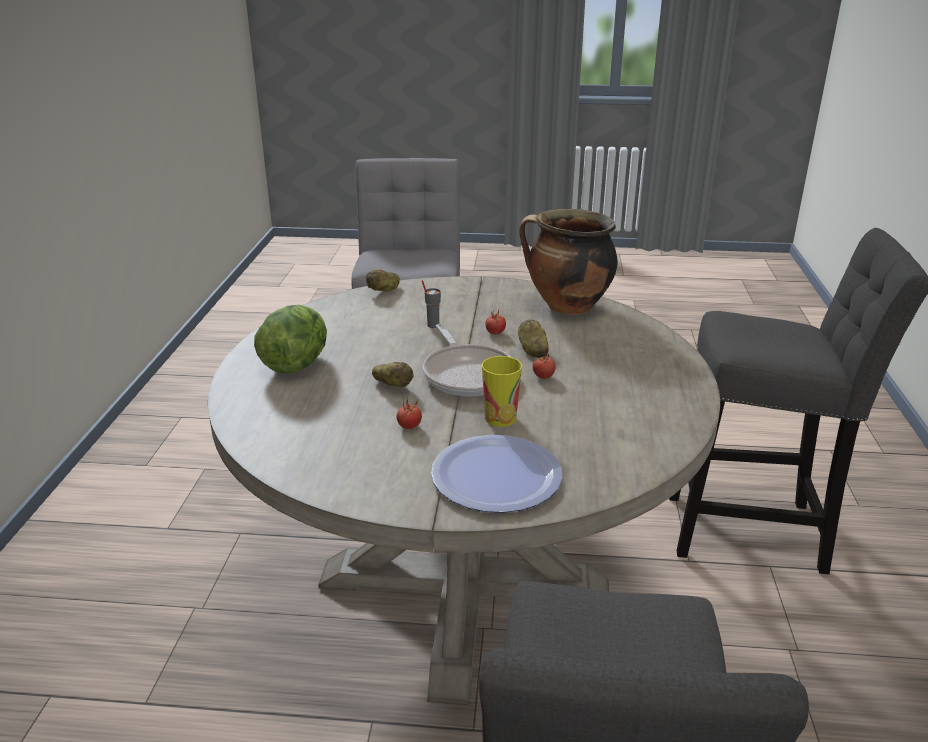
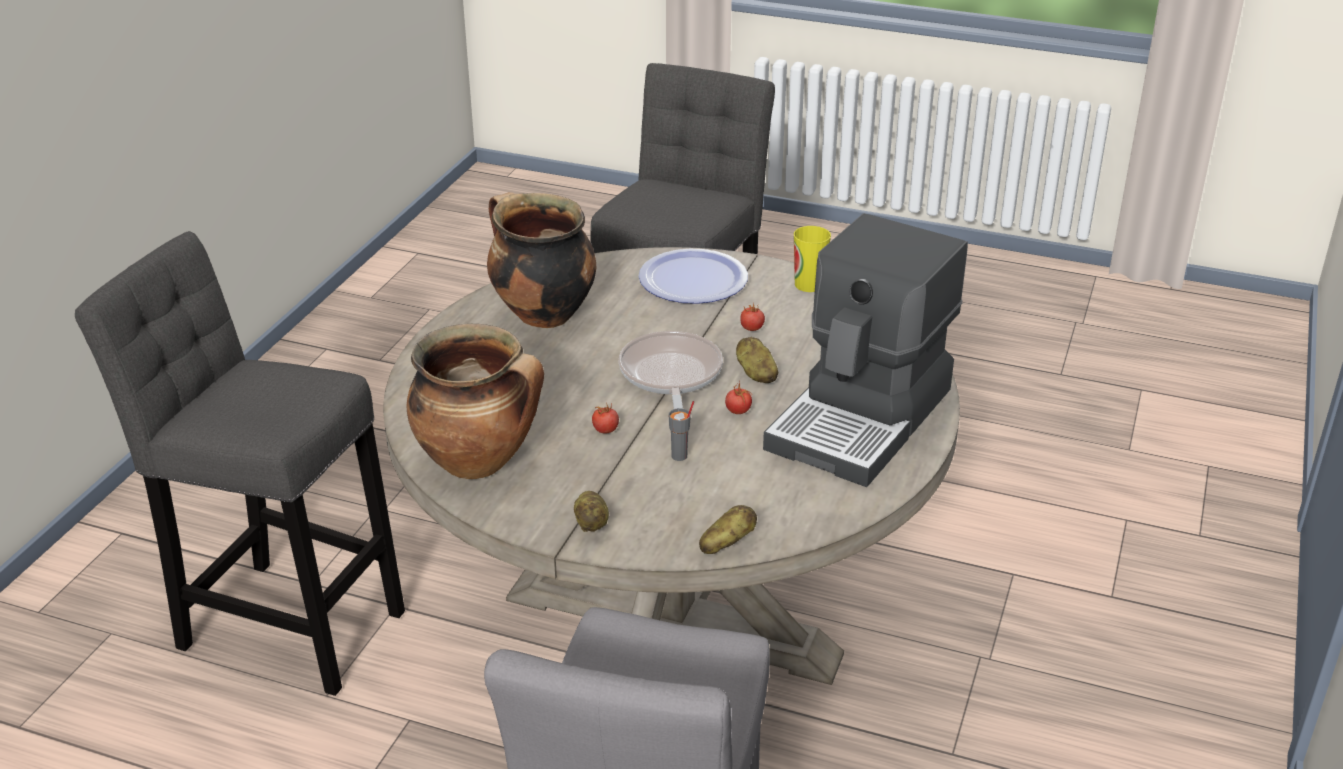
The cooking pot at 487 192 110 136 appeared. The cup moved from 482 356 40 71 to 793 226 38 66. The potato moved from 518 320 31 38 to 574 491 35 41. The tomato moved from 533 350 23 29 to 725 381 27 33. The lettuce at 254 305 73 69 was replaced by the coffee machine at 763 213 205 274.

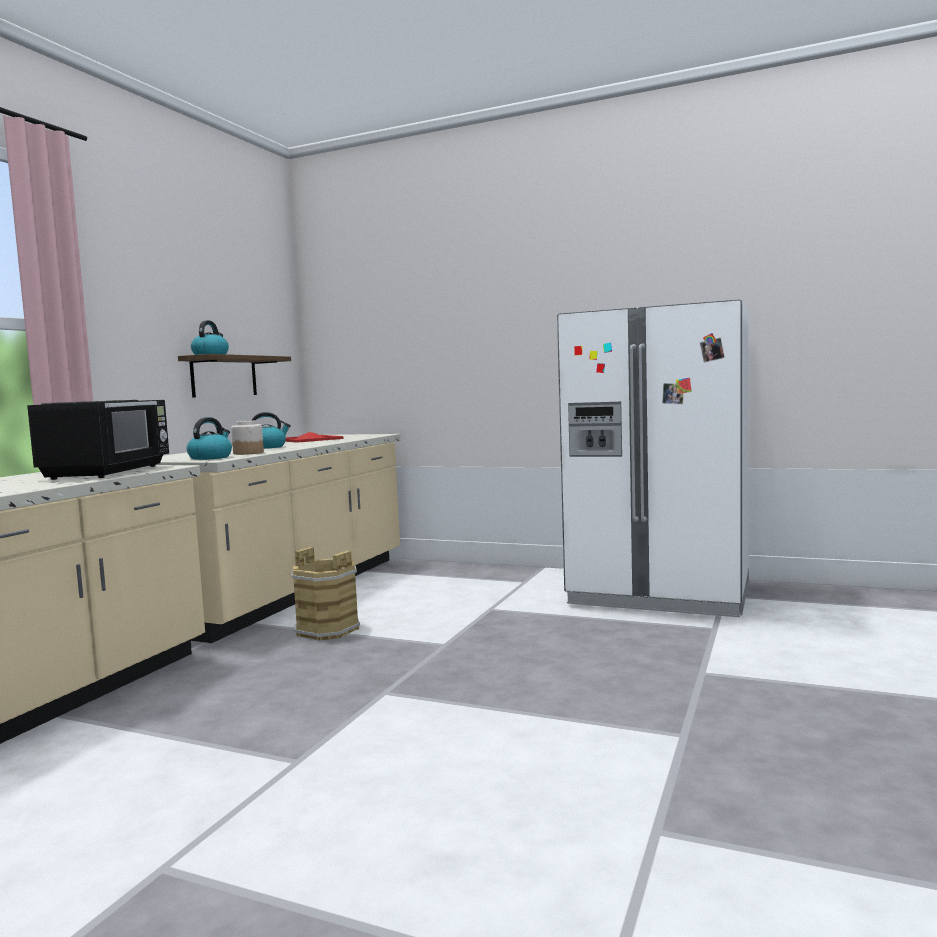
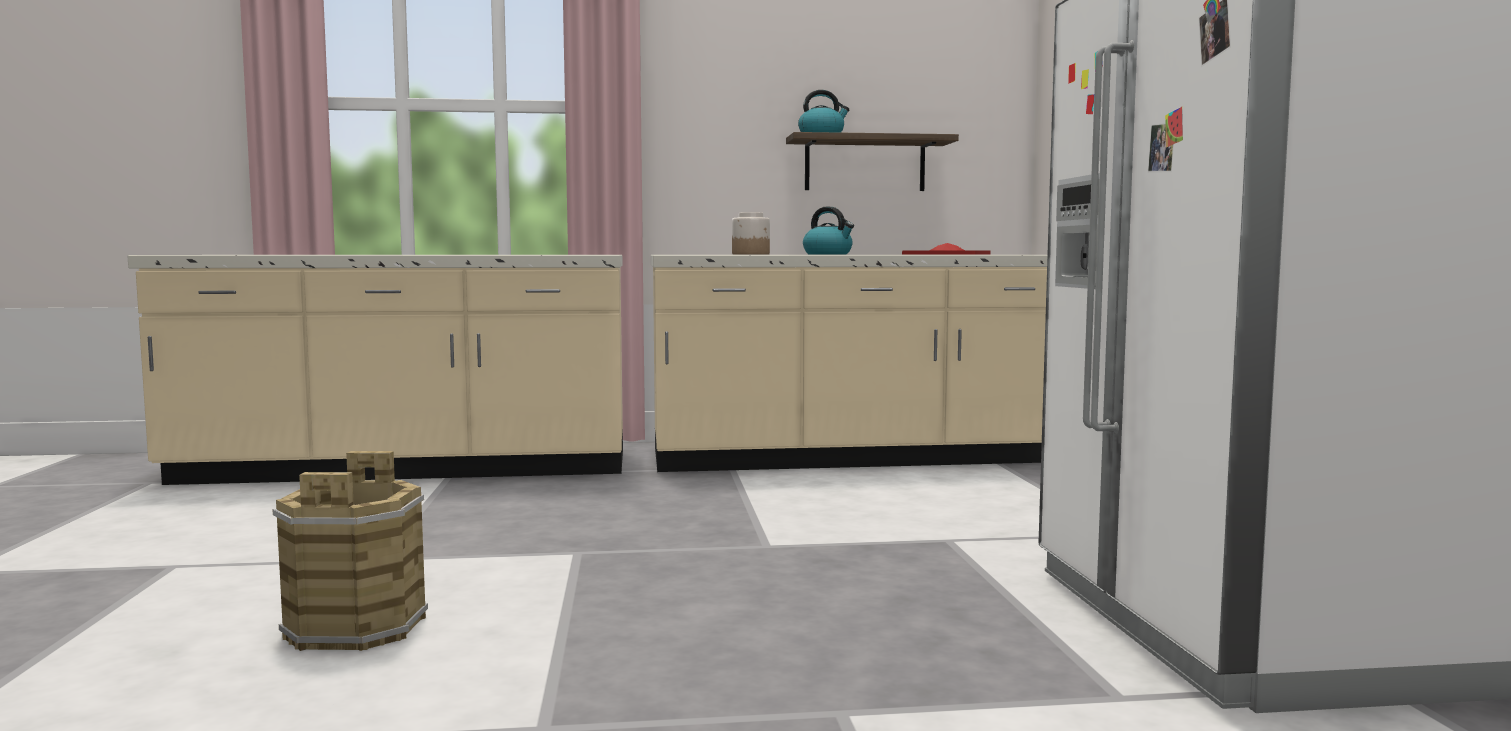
The black microwave at 27 399 142 81 disappeared. The kettle at 187 417 45 43 disappeared. The brown bucket moved from 291 547 69 94 to 272 451 156 200.

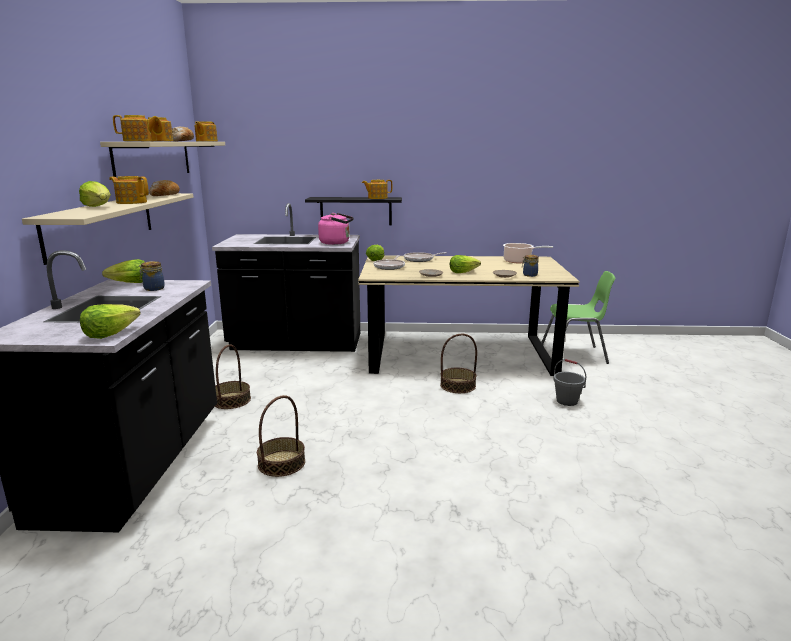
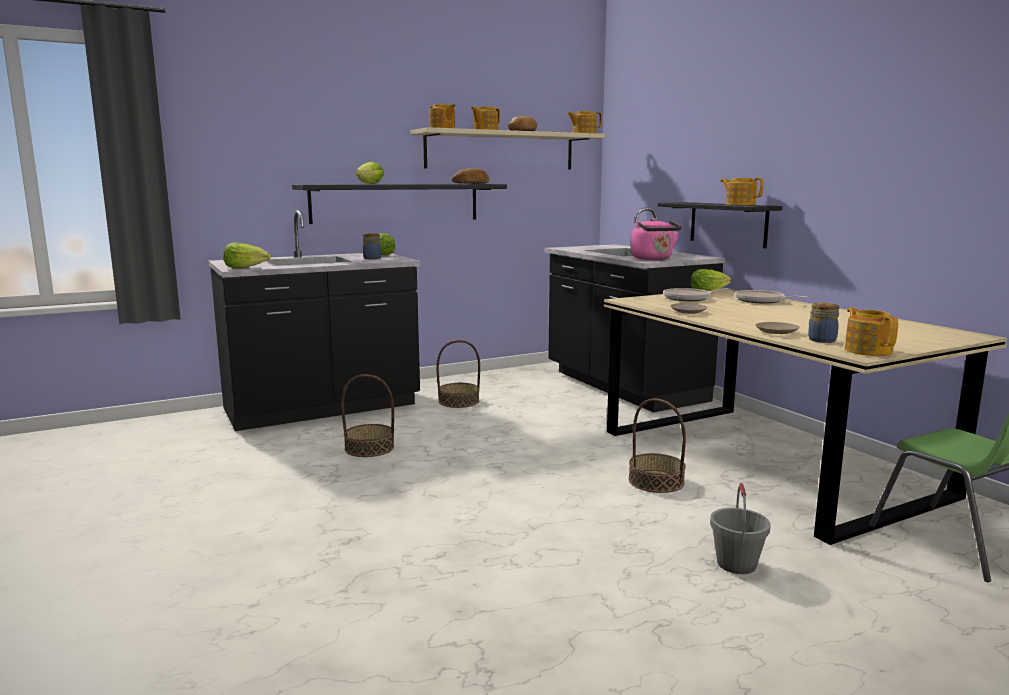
The lettuce at 450 255 31 18 disappeared. The cooking pot at 503 243 50 20 disappeared. The teapot moved from 109 176 40 28 to 845 308 53 48. The beige shelf at 22 193 171 72 became the black shelf at 292 184 215 40.

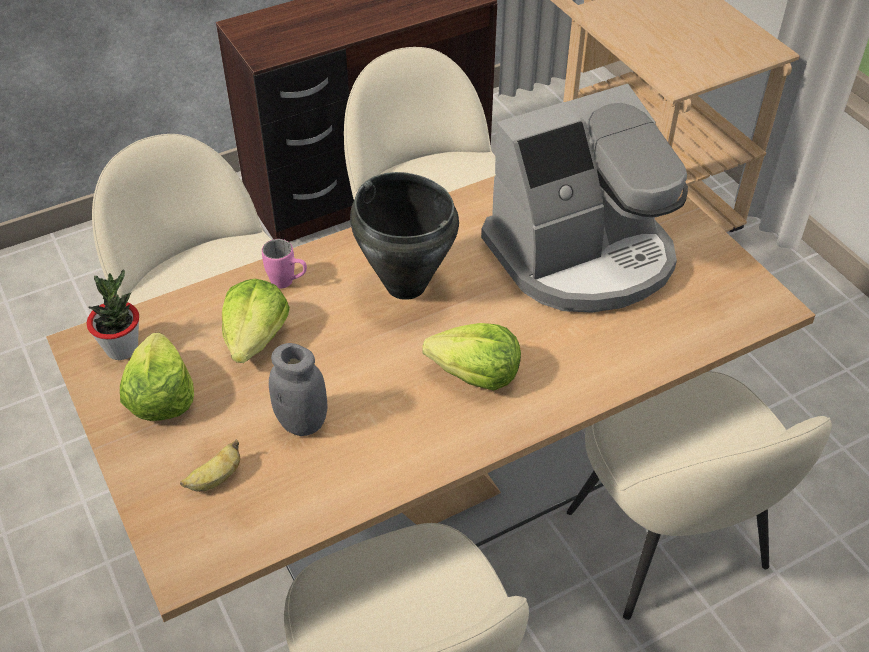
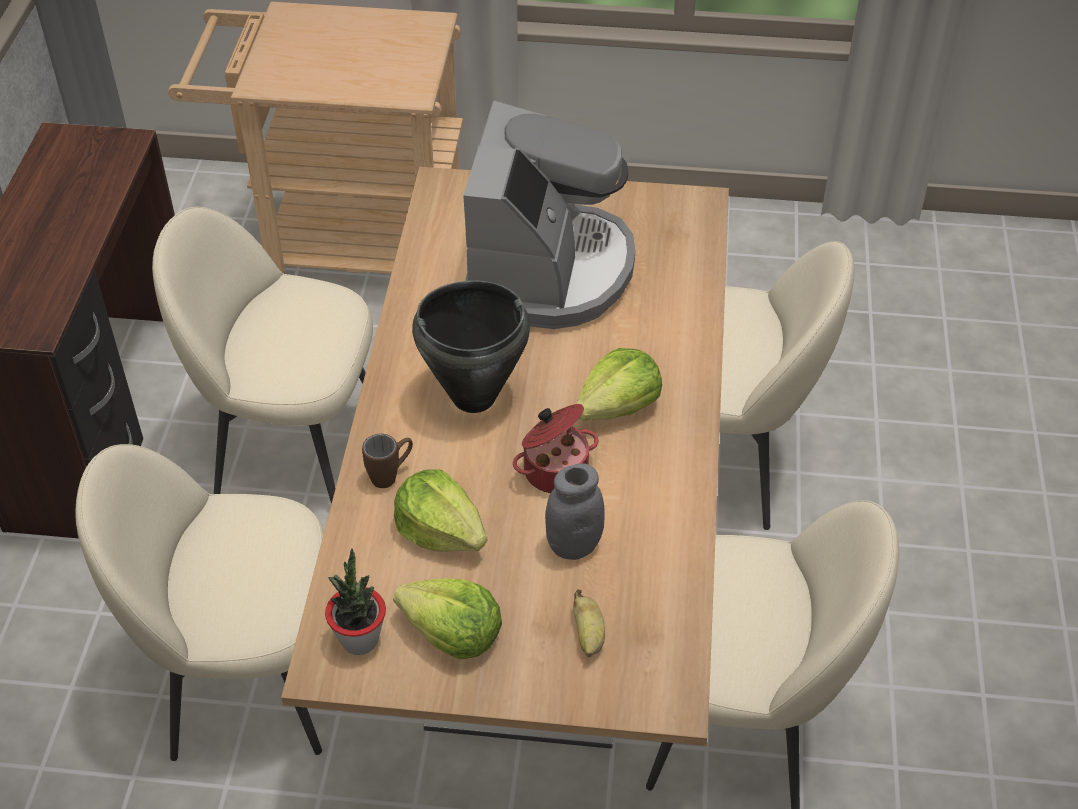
The cooking pot at 513 404 85 89 appeared. The pink mug at 262 239 45 49 became the brown mug at 362 434 51 54.

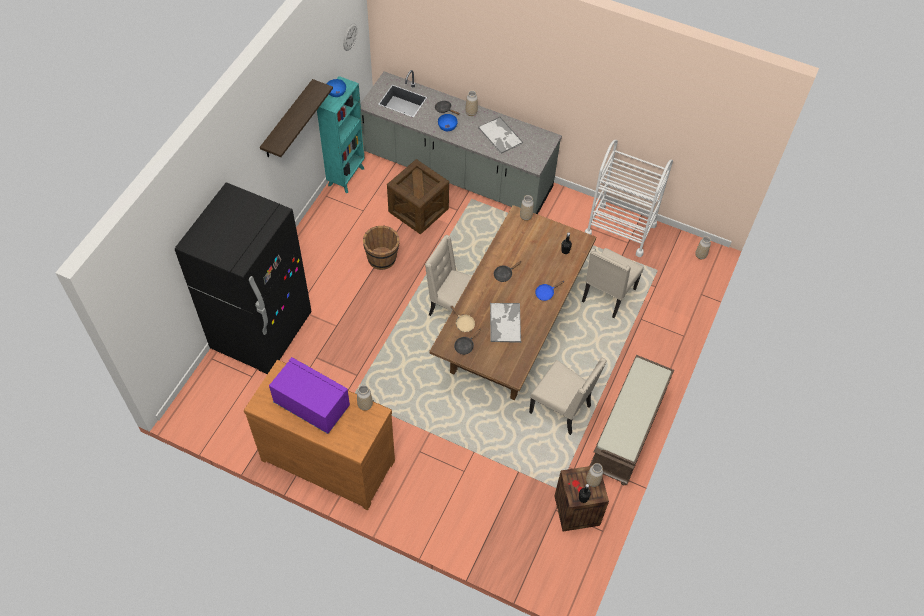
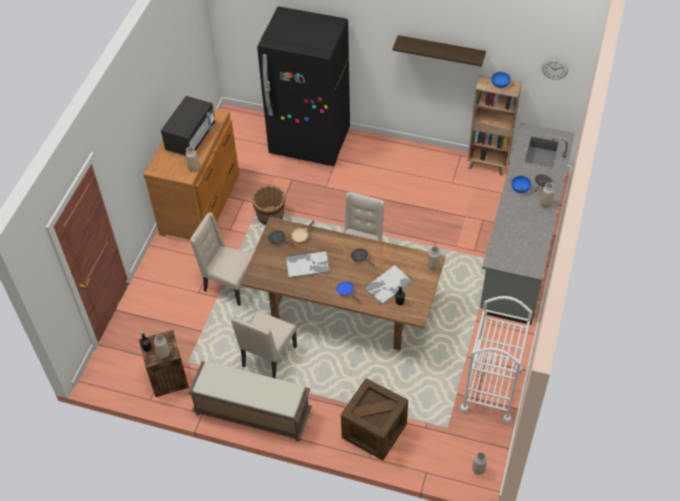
The brown bucket moved from 363 226 37 44 to 252 185 33 40. The crate moved from 387 159 62 75 to 341 378 67 82. The tray moved from 478 117 45 37 to 364 264 50 41. The beige chair moved from 582 248 62 70 to 190 212 63 94. The purple microwave at 269 357 81 77 became the black microwave at 161 96 54 60. The turquoise bookcase at 317 76 48 117 became the brown bookcase at 468 75 54 101.

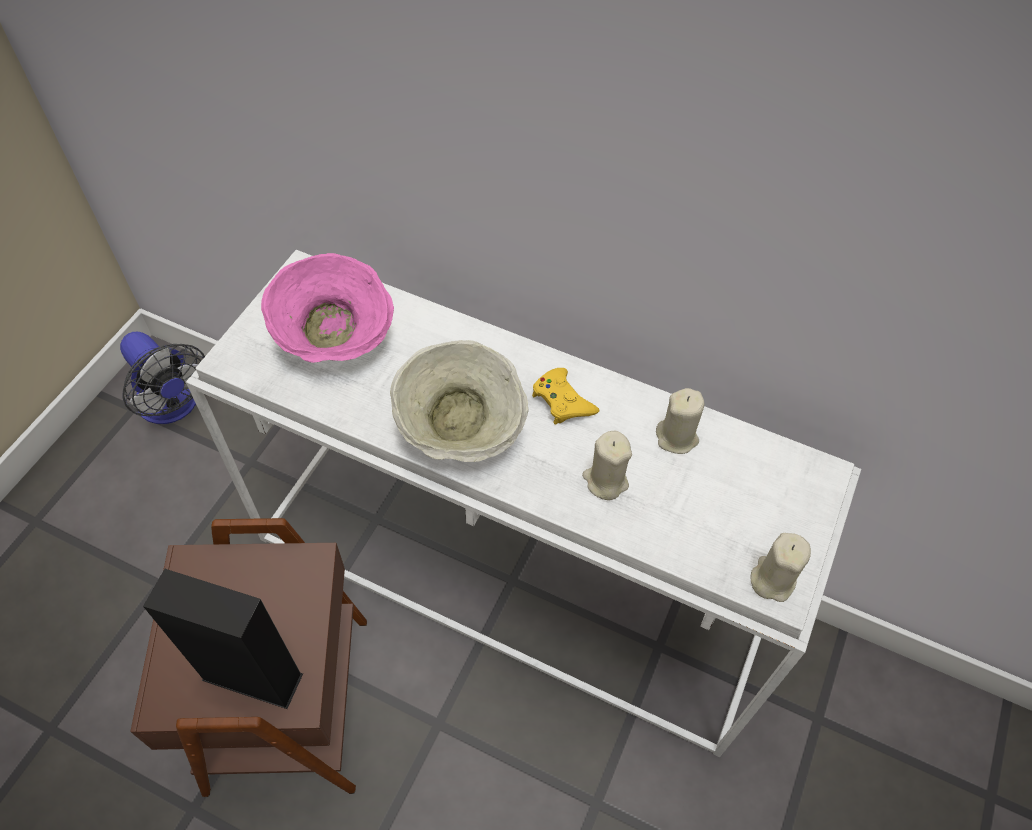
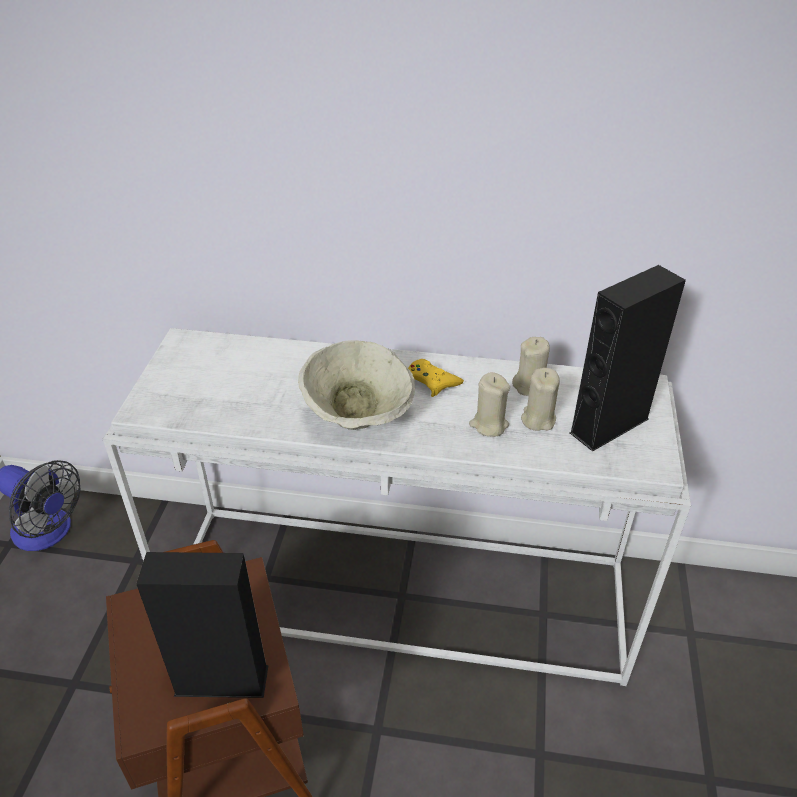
The pink bowl at 261 253 133 110 disappeared. The black speaker at 570 265 116 187 appeared. The beige candle moved from 750 533 61 69 to 521 368 39 63.

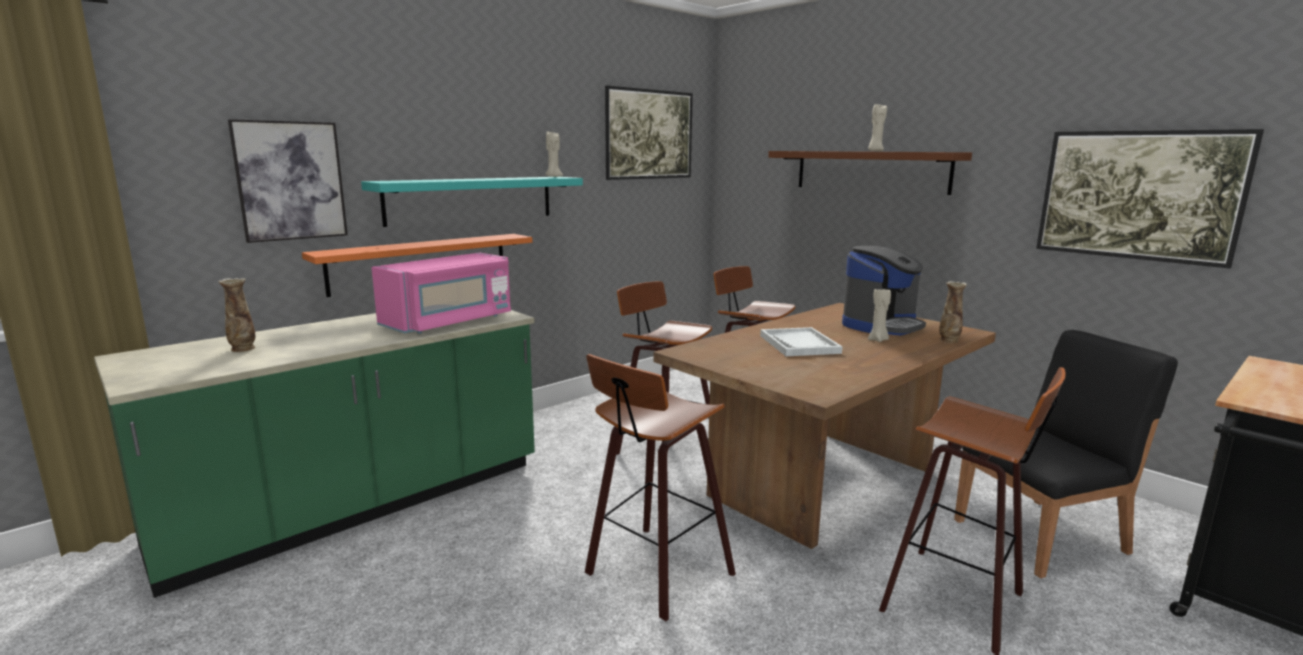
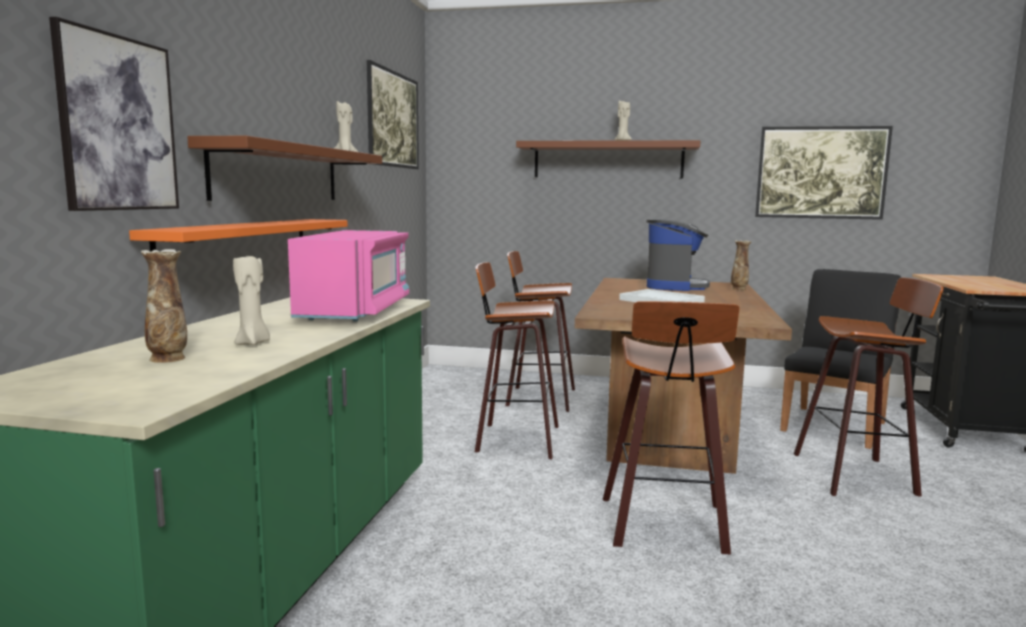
The beige candle moved from 868 289 23 53 to 233 255 37 90. The turquoise shelf at 361 177 222 50 became the brown shelf at 187 136 195 65.

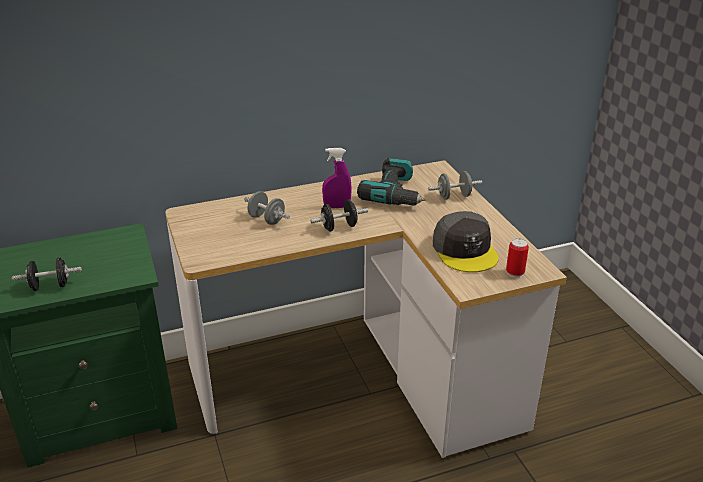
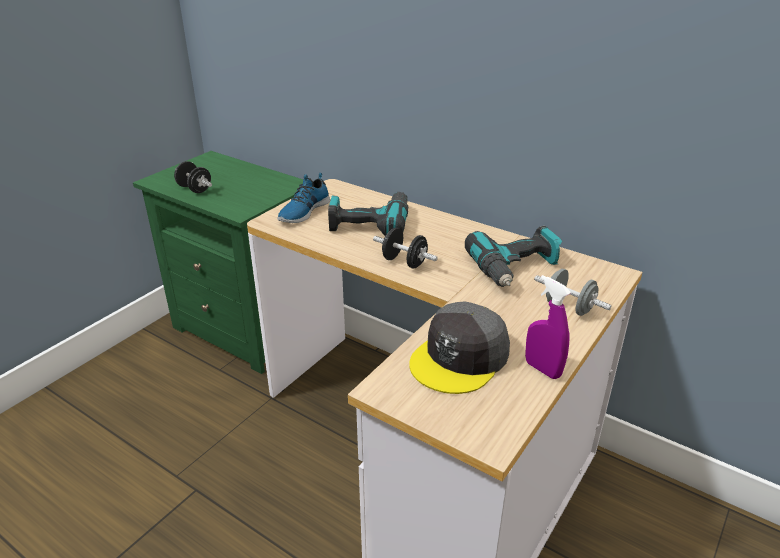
The can at 506 238 23 40 disappeared. The shoe at 277 173 53 50 appeared. The purple spray bottle moved from 322 148 30 60 to 525 275 46 104. The grey dumbbell at 244 191 46 34 was replaced by the power drill at 328 192 80 44.

